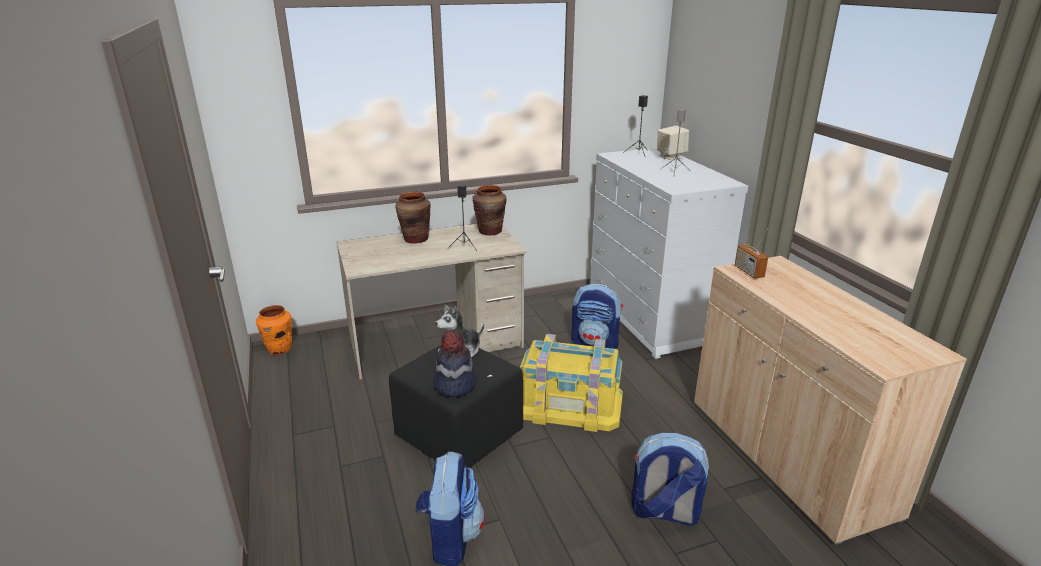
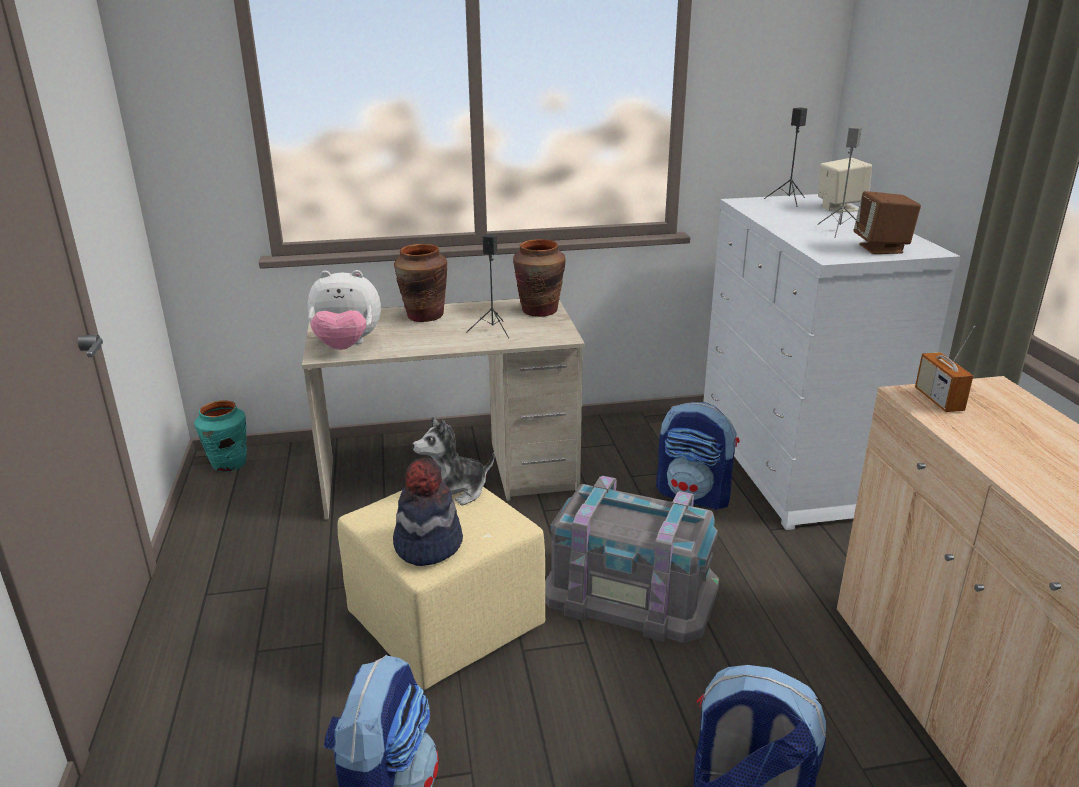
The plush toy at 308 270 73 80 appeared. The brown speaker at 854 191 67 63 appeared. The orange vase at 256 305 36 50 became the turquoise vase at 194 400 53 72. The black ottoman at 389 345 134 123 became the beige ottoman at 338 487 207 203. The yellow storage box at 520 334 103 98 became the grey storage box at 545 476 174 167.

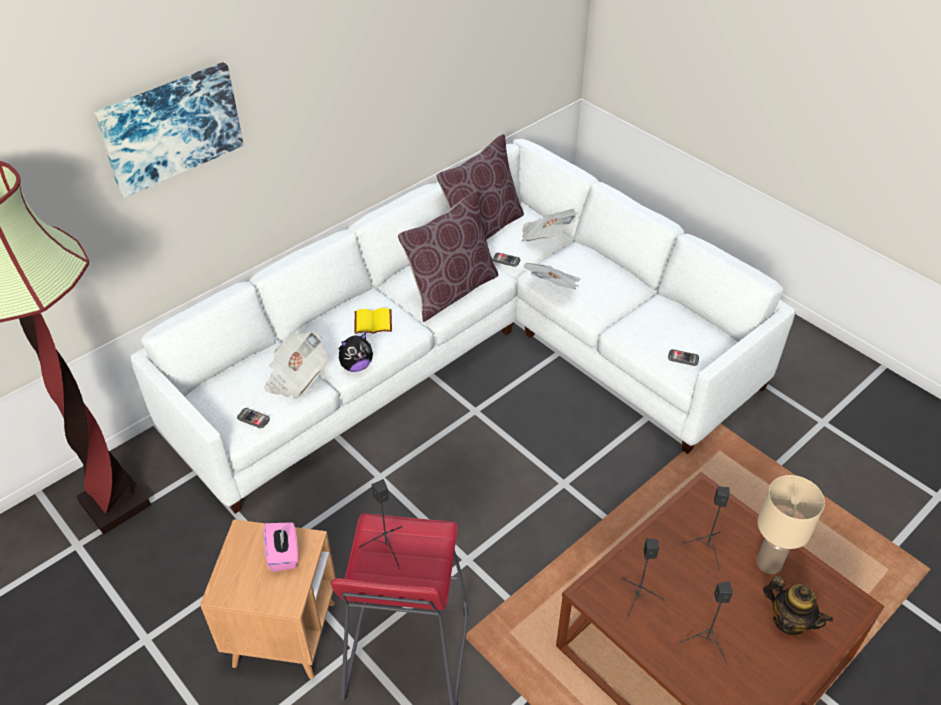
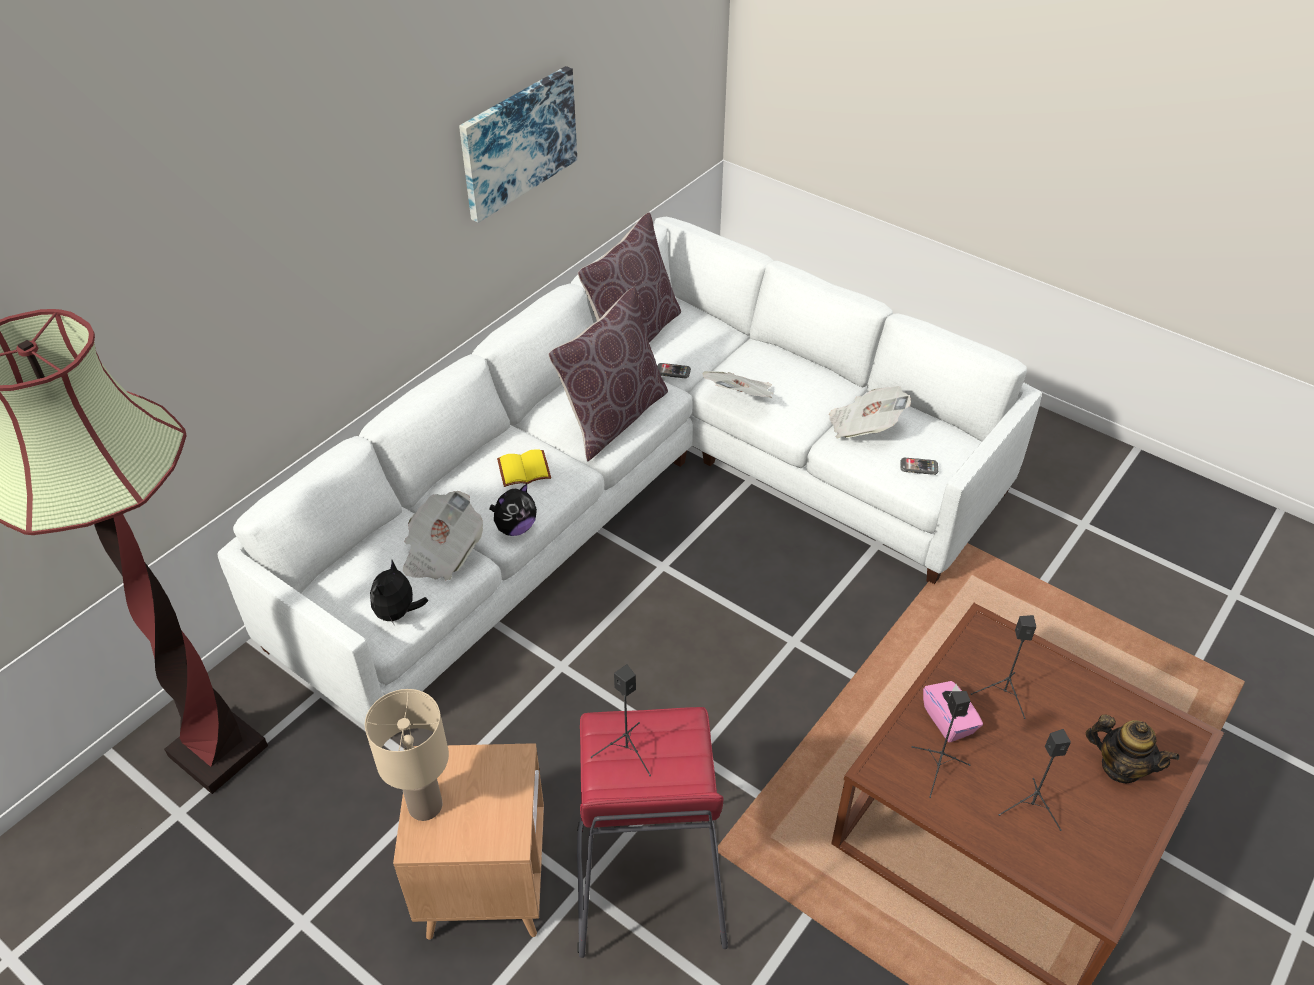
The picture moved from 94 62 150 136 to 459 66 118 157. The pink tissue box moved from 264 522 34 50 to 923 681 60 61. The newspaper moved from 521 209 55 33 to 829 386 82 52. The beige table lamp moved from 756 475 69 99 to 365 689 84 132. The phone at 237 408 33 21 was replaced by the plush toy at 370 560 58 64.

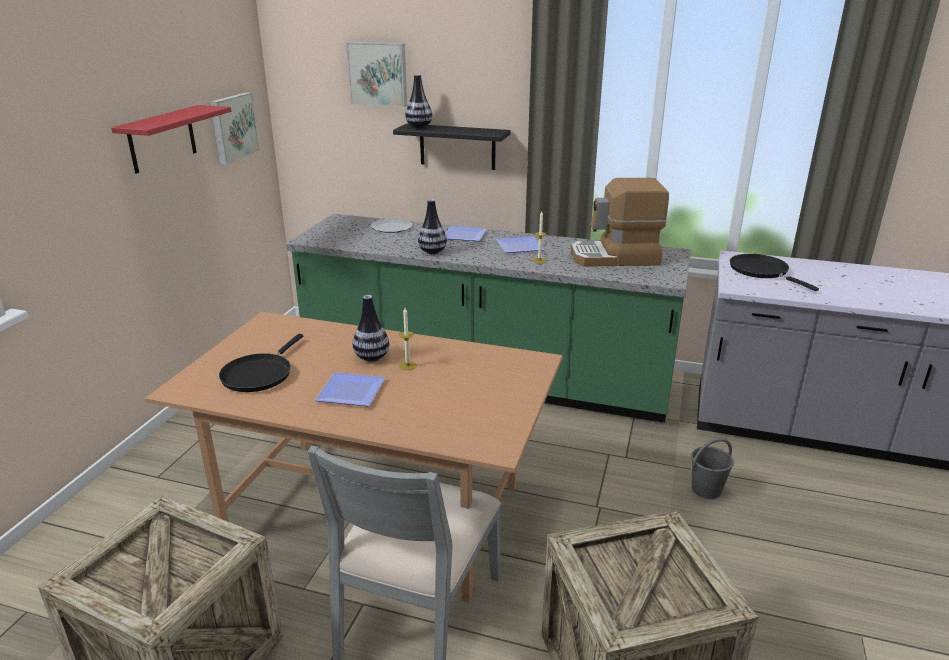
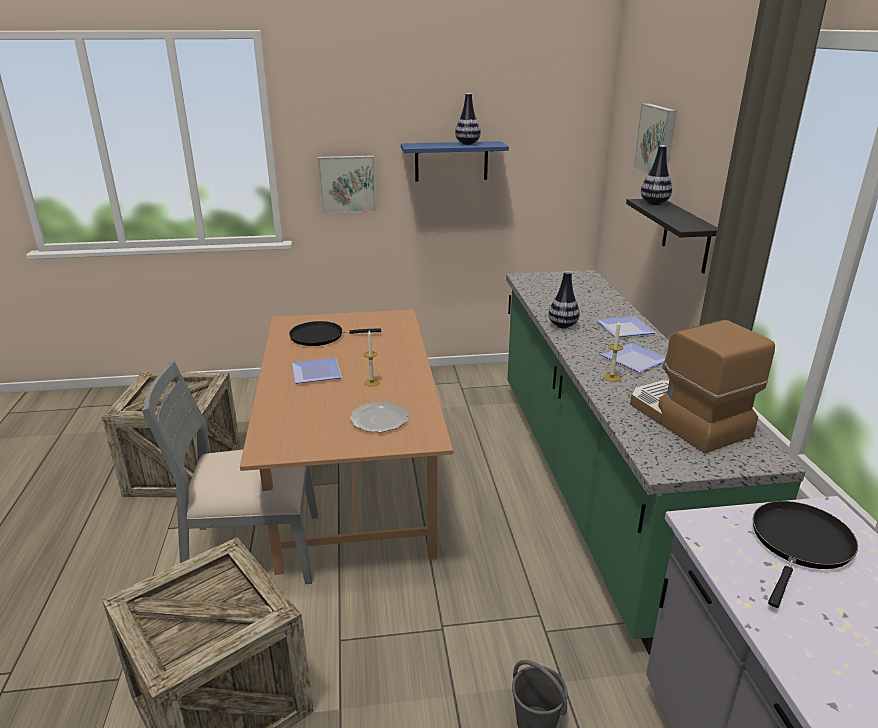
The picture moved from 210 92 50 72 to 318 155 58 59. The vase moved from 353 295 36 67 to 455 93 26 52. The plate moved from 371 218 42 15 to 350 402 59 30. The red shelf at 111 105 120 69 became the blue shelf at 401 141 108 41.

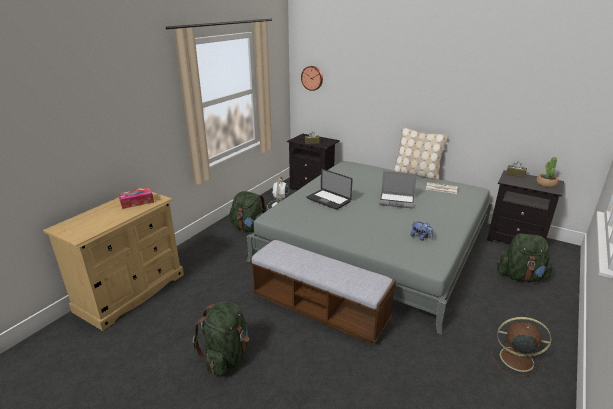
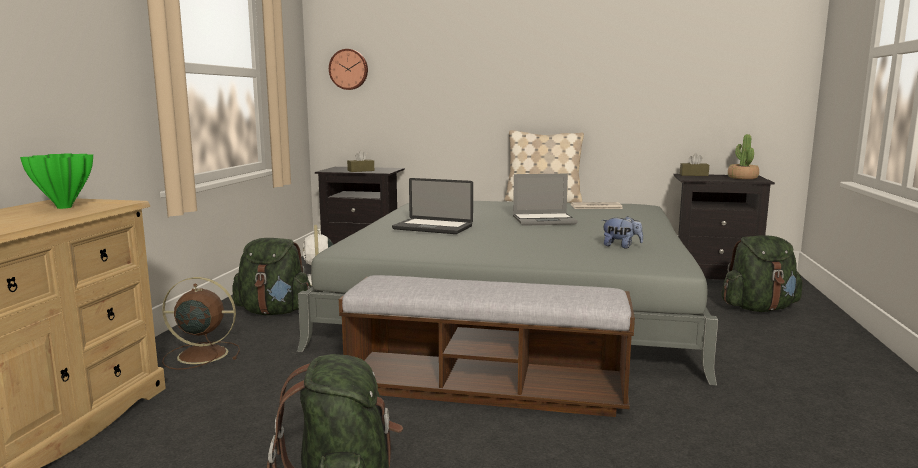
The brown fan moved from 491 317 60 59 to 162 277 78 93. The tissue box at 118 188 36 21 was replaced by the green vase at 20 153 73 56.

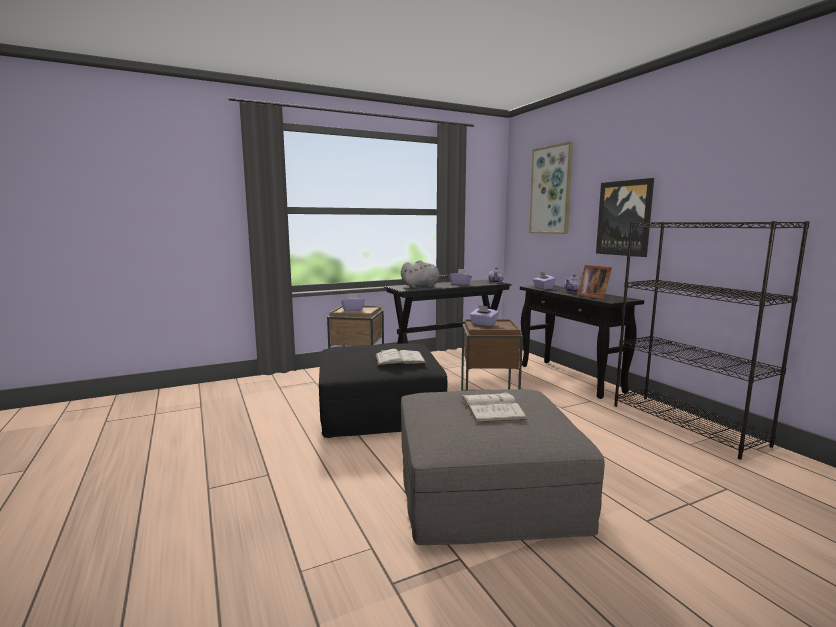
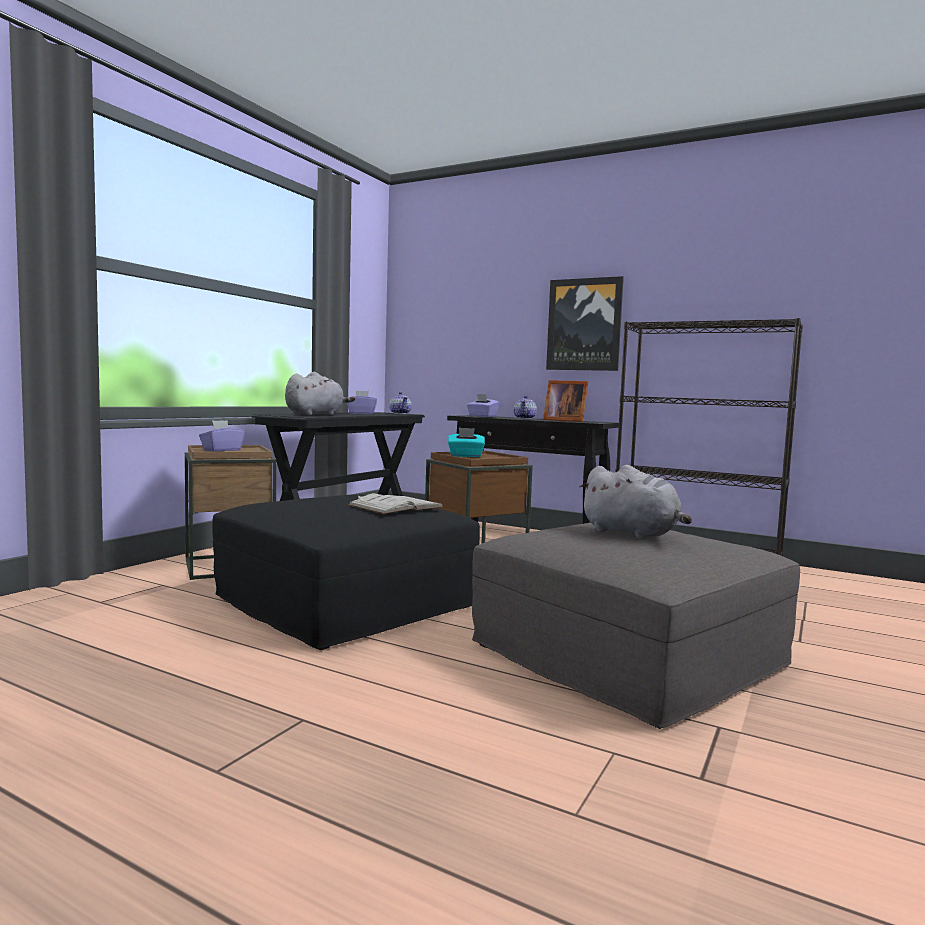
The picture at 529 141 44 93 disappeared. The white book at 461 391 67 32 was replaced by the grey plush toy at 579 465 113 74. The purple tissue box at 470 305 29 21 became the turquoise tissue box at 448 427 37 30.

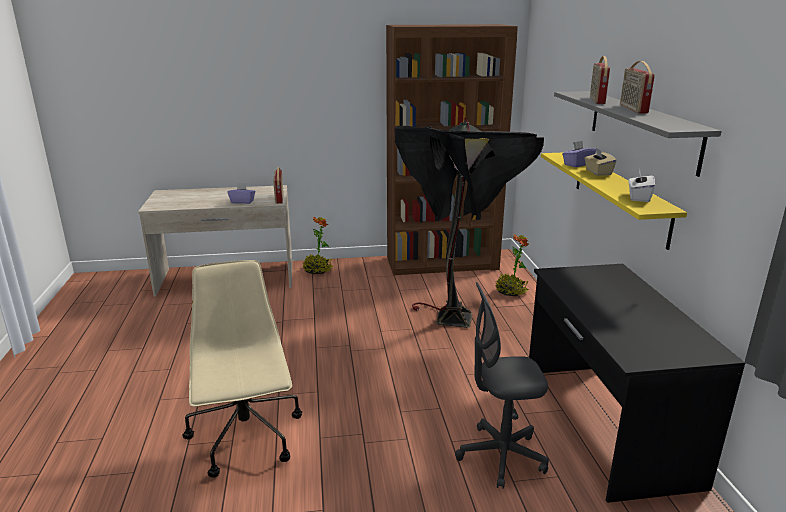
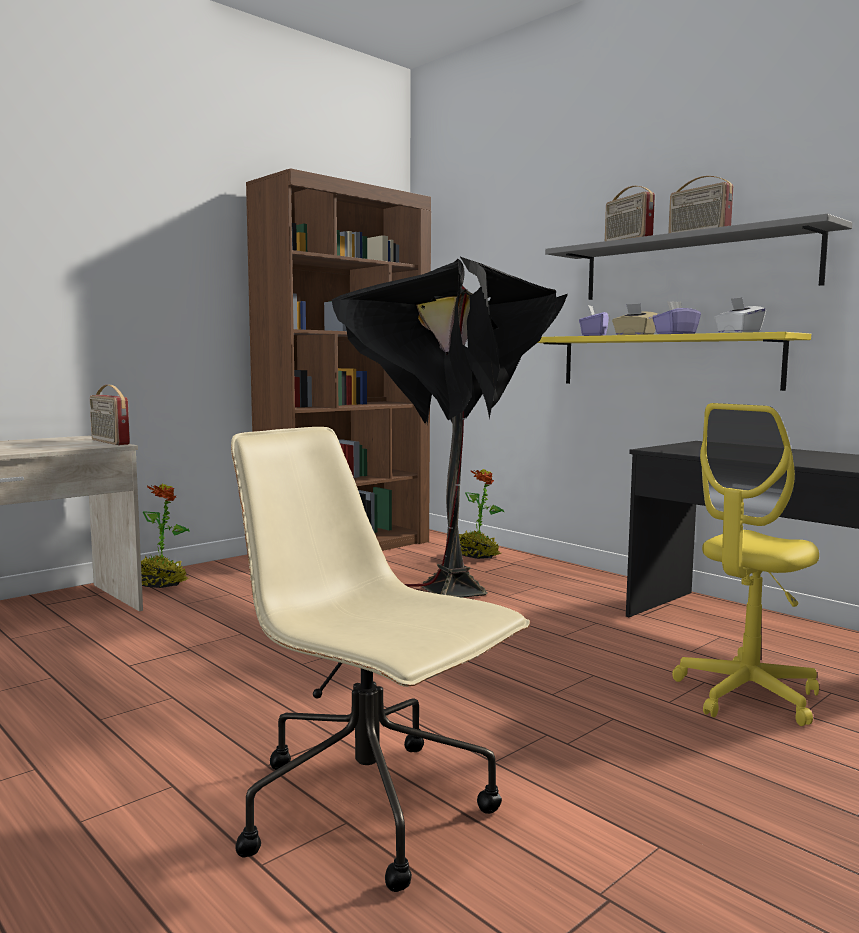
The purple tissue box moved from 227 183 28 21 to 652 301 49 33. The grey office chair at 455 282 94 207 became the yellow office chair at 672 403 147 323.

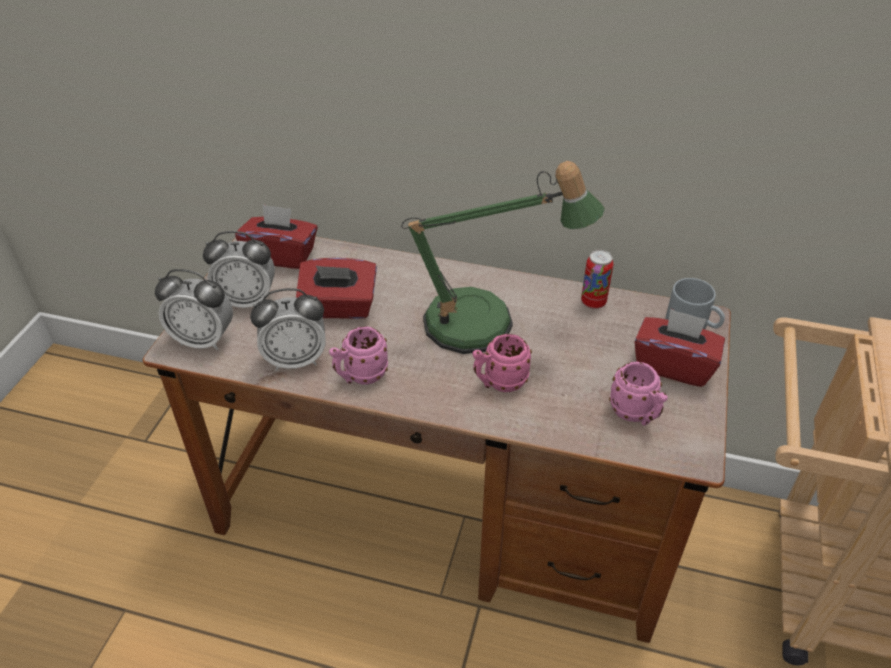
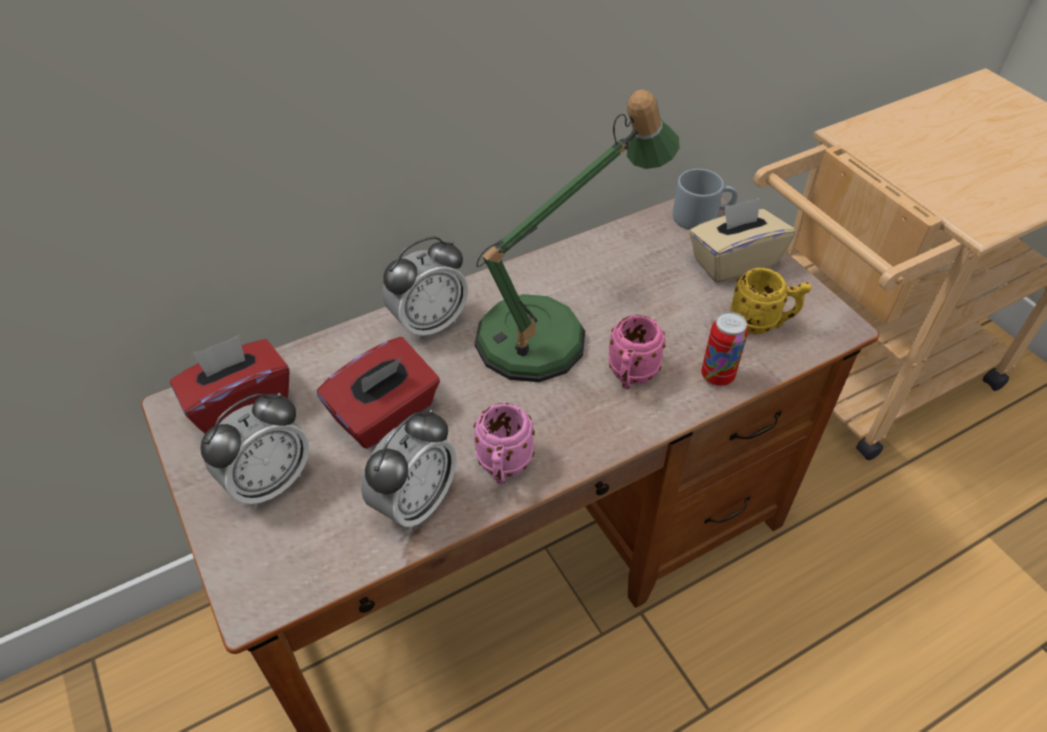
The alarm clock moved from 155 269 78 81 to 382 236 86 105. The can moved from 581 250 33 59 to 701 312 47 74. The pink mug at 609 362 59 64 became the yellow mug at 731 268 81 66. The red tissue box at 634 308 91 79 became the beige tissue box at 689 198 106 85.

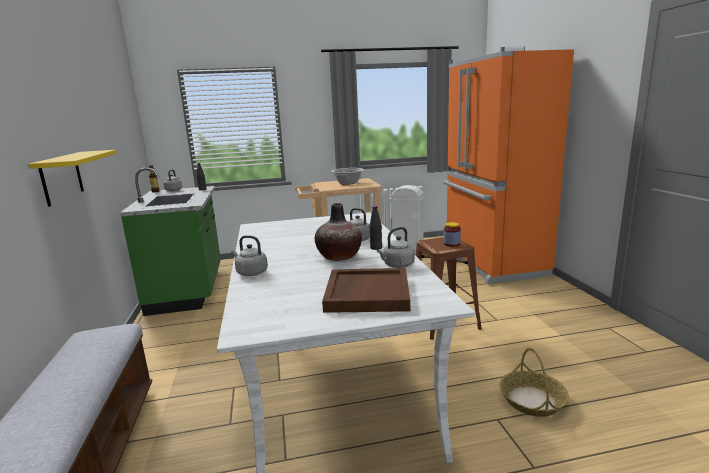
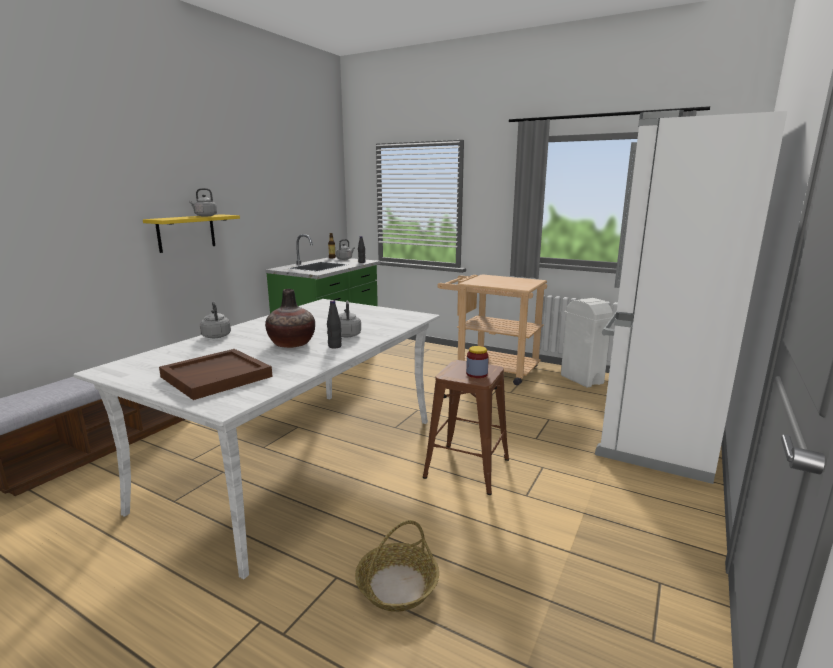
The cooking pot at 332 168 32 17 disappeared. The grey kettle moved from 377 227 38 41 to 189 188 28 28. The orange fridge at 443 46 131 238 became the white fridge at 595 110 193 374.

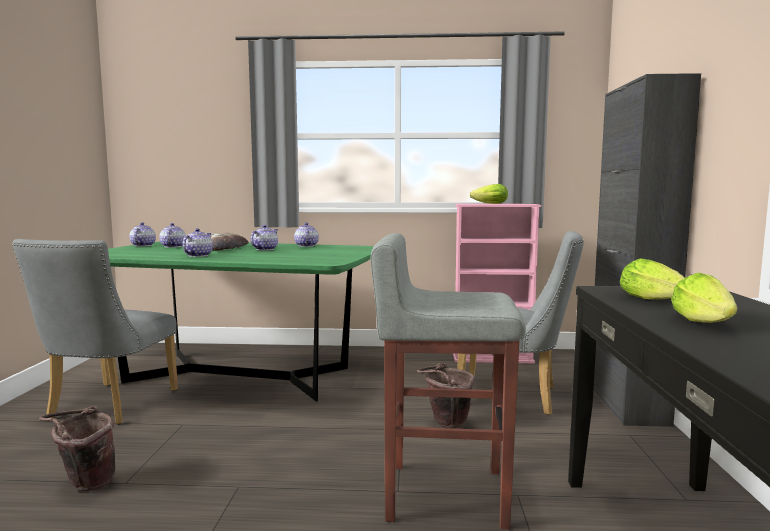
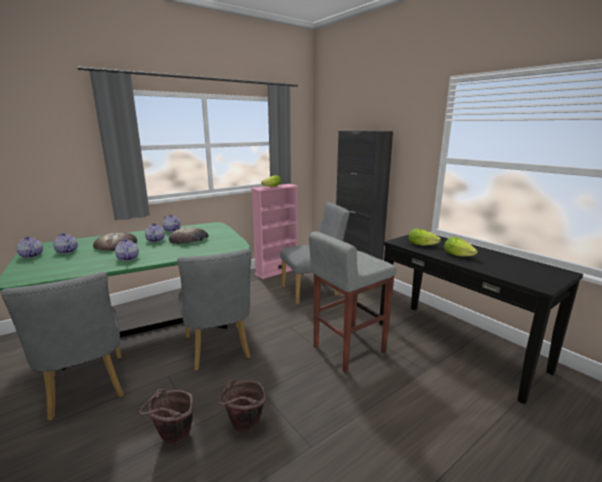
The bread at 169 227 39 17 appeared. The grey chair at 177 249 74 122 appeared. The brown bucket moved from 417 363 57 65 to 219 380 47 53.

